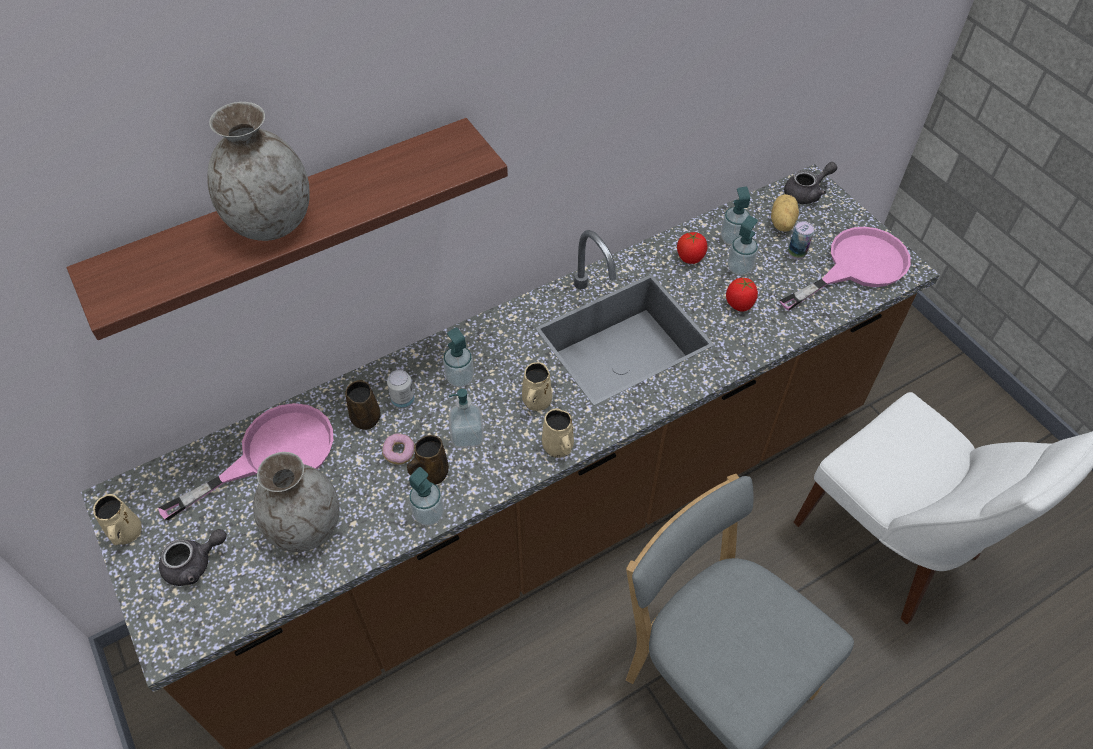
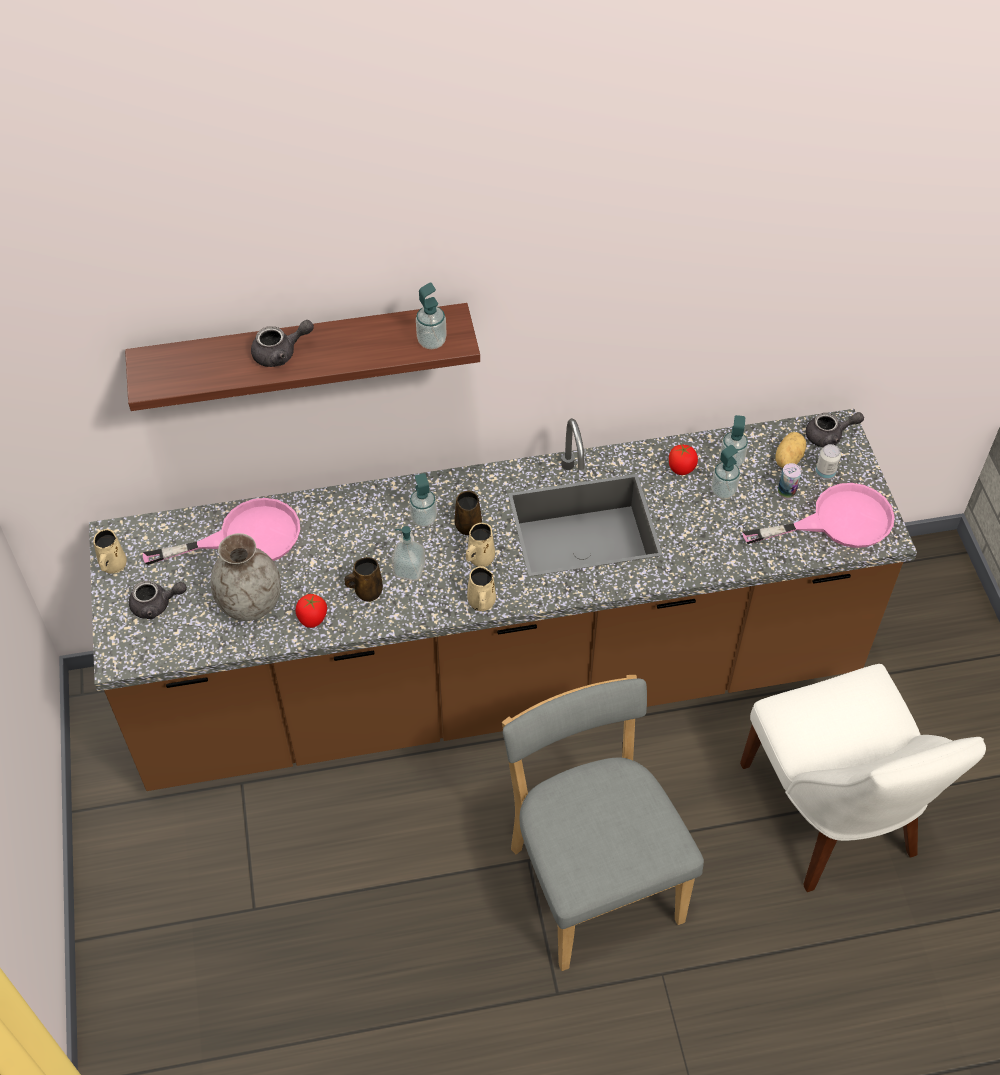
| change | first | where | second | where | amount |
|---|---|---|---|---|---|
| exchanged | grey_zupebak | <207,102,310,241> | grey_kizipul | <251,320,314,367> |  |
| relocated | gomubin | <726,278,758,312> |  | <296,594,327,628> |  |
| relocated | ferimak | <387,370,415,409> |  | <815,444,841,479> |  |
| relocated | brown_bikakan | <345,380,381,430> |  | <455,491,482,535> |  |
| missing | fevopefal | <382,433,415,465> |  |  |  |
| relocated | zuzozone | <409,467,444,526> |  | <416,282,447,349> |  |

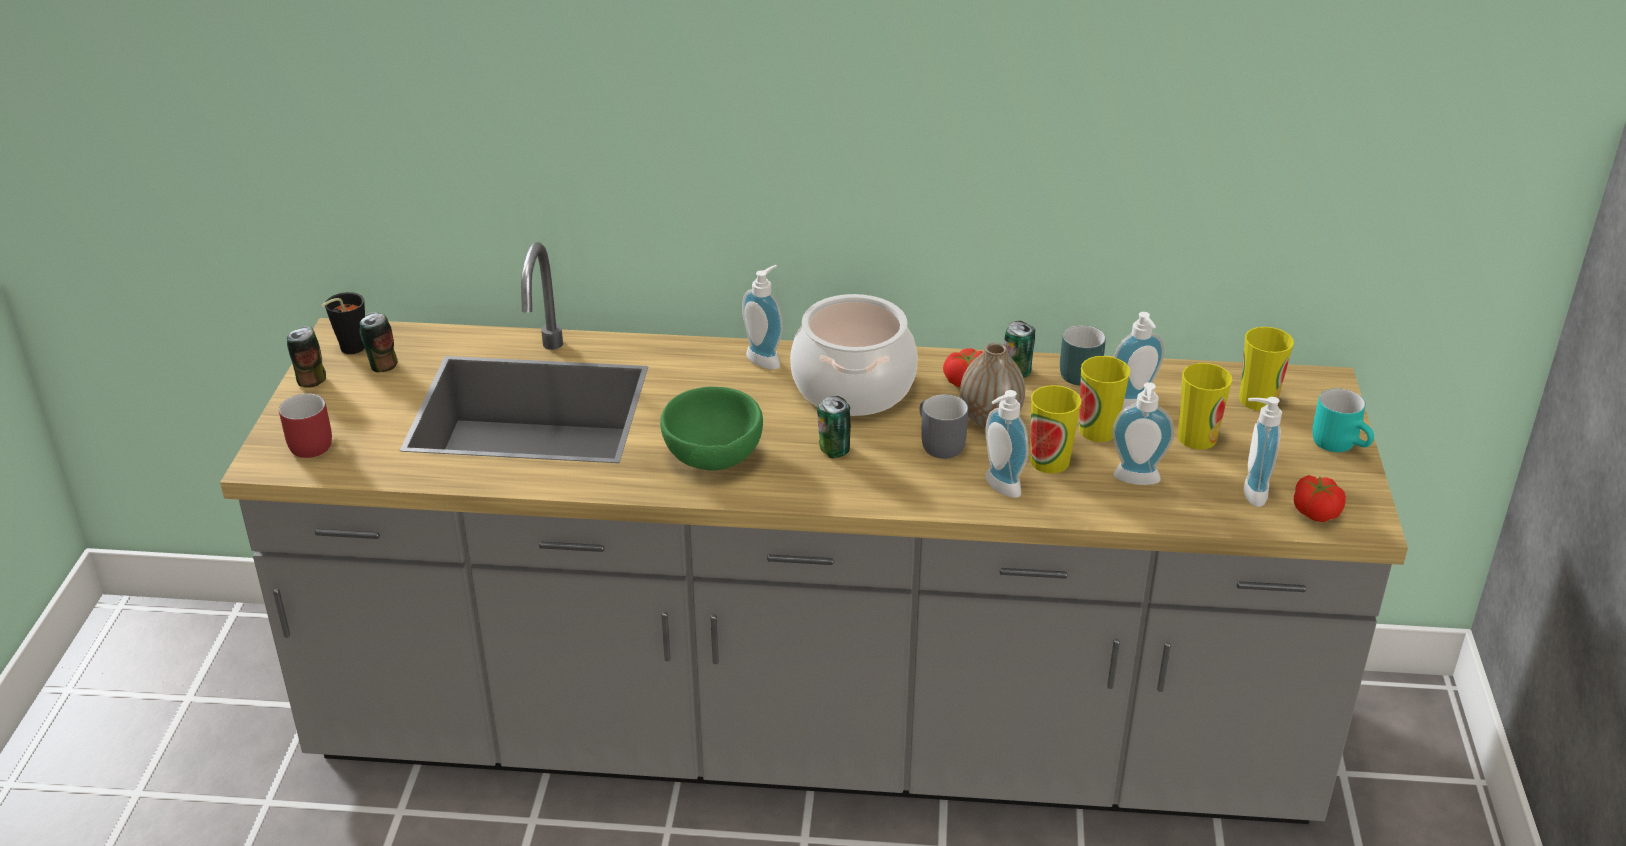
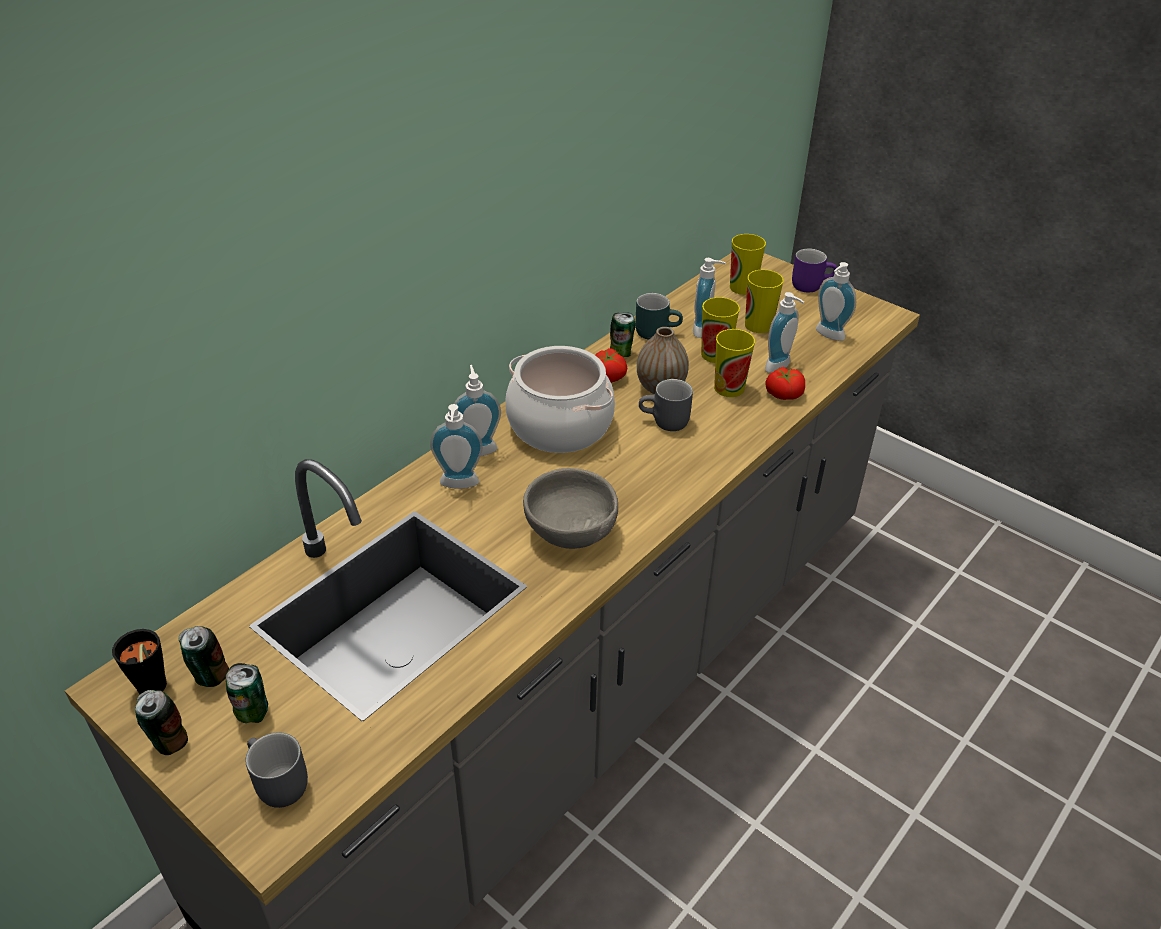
| change | first | where | second | where | amount |
|---|---|---|---|---|---|
| colour | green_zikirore | <660,386,763,471> | grey_zikirore | <523,468,618,549> |  |
| colour | turquoise_bikakan | <1312,388,1374,452> | purple_bikakan | <792,249,837,292> |  |
| relocated | zuzozone | <985,390,1029,498> |  | <430,404,483,489> |  |
| colour | red_bikakan | <279,393,332,458> | grey_bikakan | <245,732,308,808> |  |
| relocated | ferimak | <817,396,851,458> |  | <225,663,268,723> |  |
| relocated | gomubin | <1294,475,1346,522> |  | <766,367,805,400> |  |

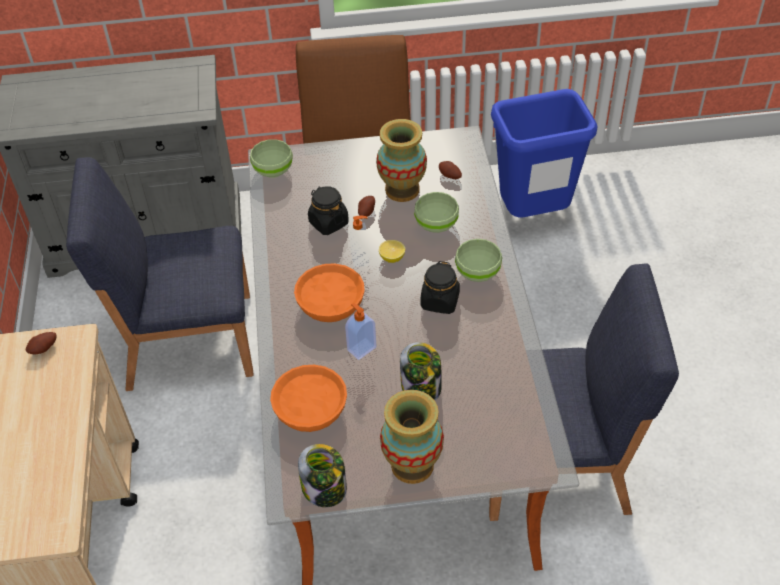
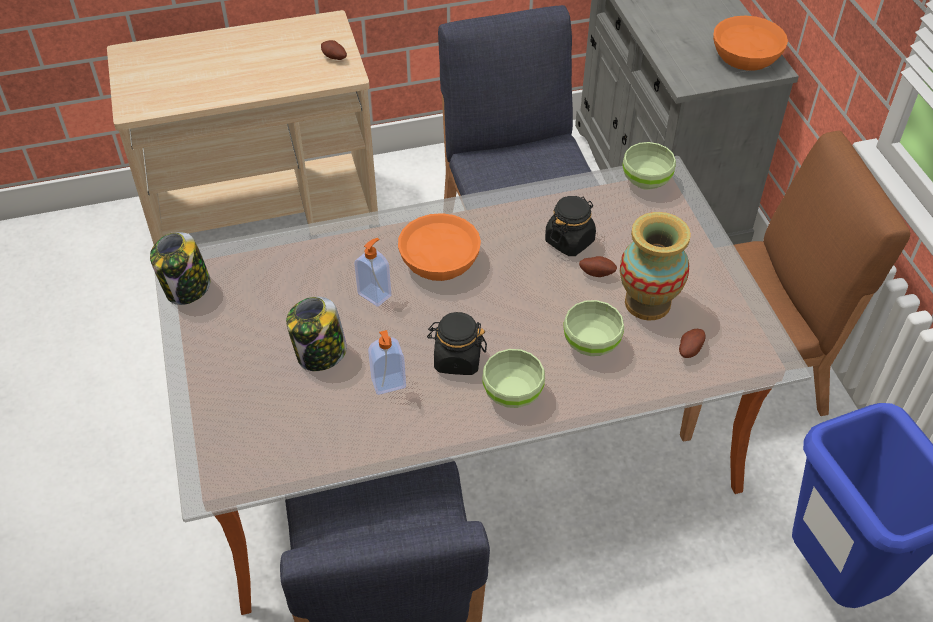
| change | first | where | second | where | amount |
|---|---|---|---|---|---|
| relocated | zuzozone | <349,216,370,268> |  | <368,330,406,395> |  |
| missing | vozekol | <379,240,405,263> |  |  |  |
| relocated | orange_zikirore | <270,365,347,432> |  | <713,16,788,71> |  |
| missing | zupebak | <380,390,444,484> |  |  |  |

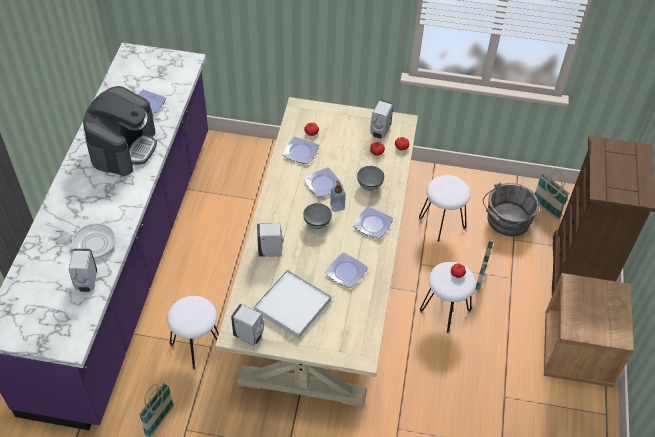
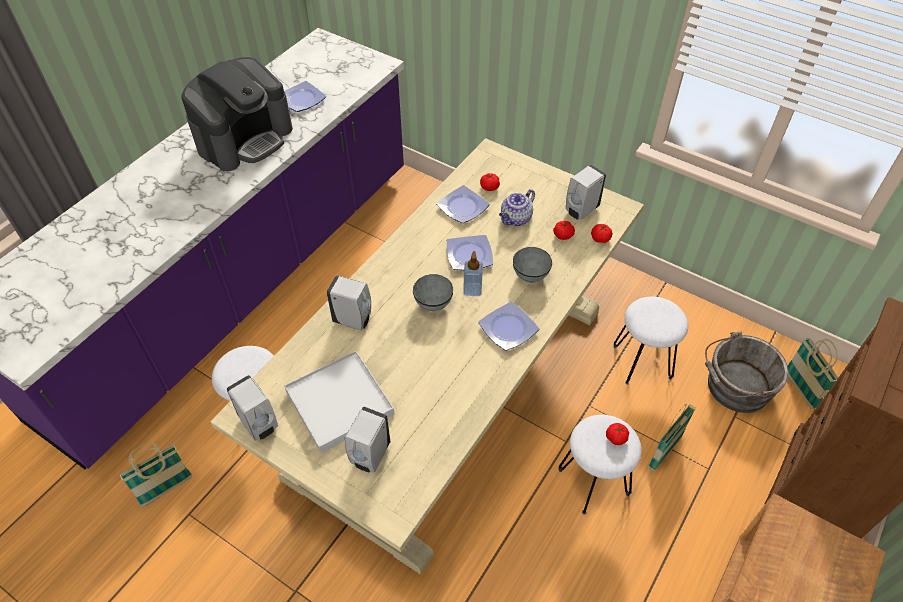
| change | first | where | second | where | amount |
|---|---|---|---|---|---|
| missing | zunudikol | <45,221,116,259> |  |  |  |
| relocated | white_zuzozone | <69,249,97,292> |  | <345,407,390,473> |  |
| missing | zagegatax | <325,252,368,288> |  |  |  |
| appeared |  |  | kizipul | <499,189,535,226> |  |

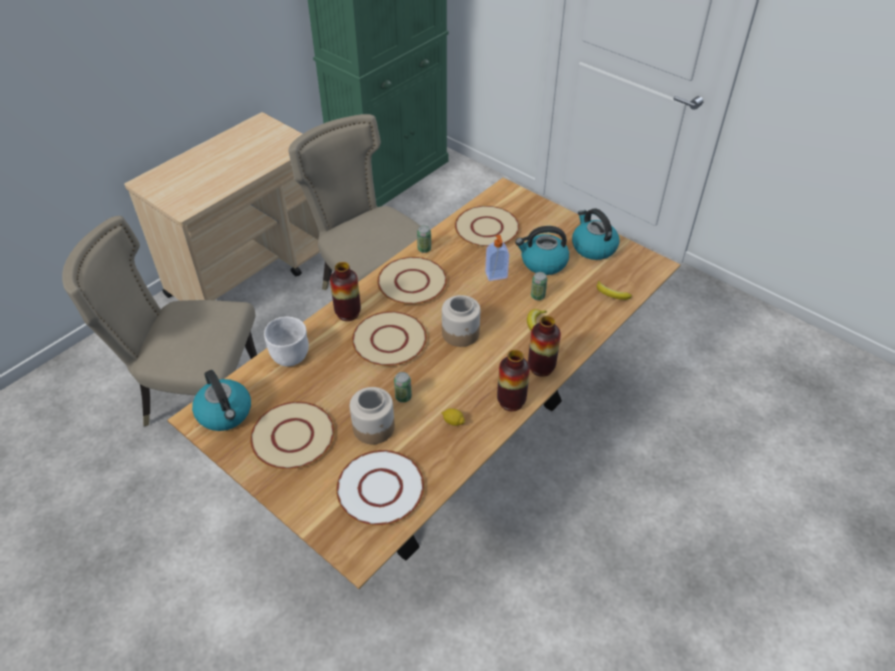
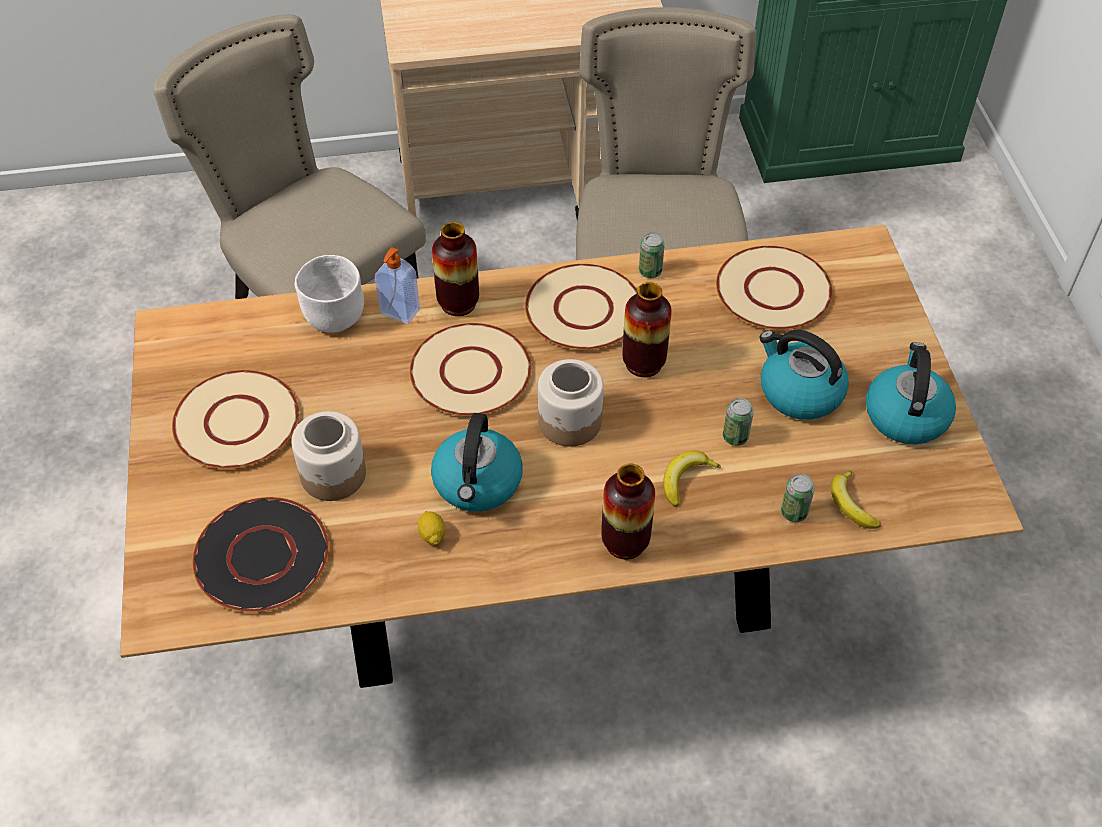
| change | first | where | second | where | amount |
|---|---|---|---|---|---|
| relocated | zuzozone | <485,235,509,281> |  | <375,247,420,324> |  |
| relocated | zupebak | <497,350,530,411> |  | <622,282,672,377> |  |
| relocated | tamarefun | <192,370,251,431> |  | <431,413,523,512> |  |
| relocated | ferimak | <394,372,412,403> |  | <781,473,815,522> |  |
| colour | white_zagegatax | <336,450,424,526> | black_zagegatax | <192,497,329,613> |  |

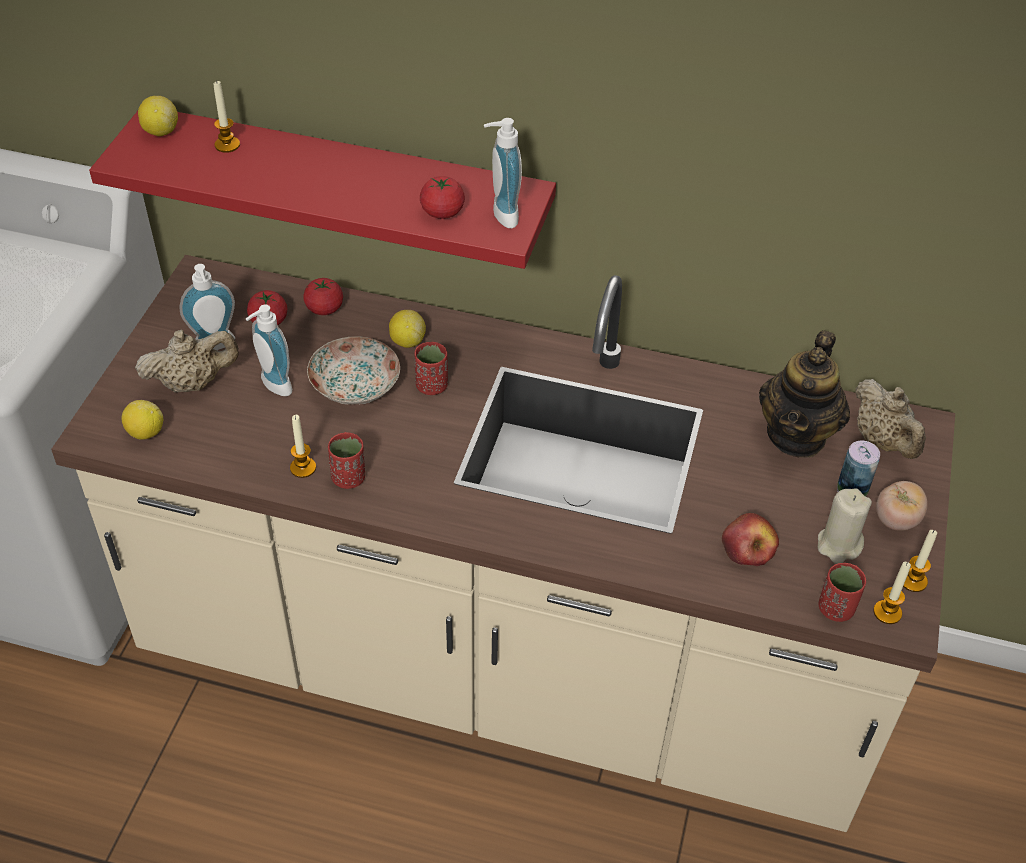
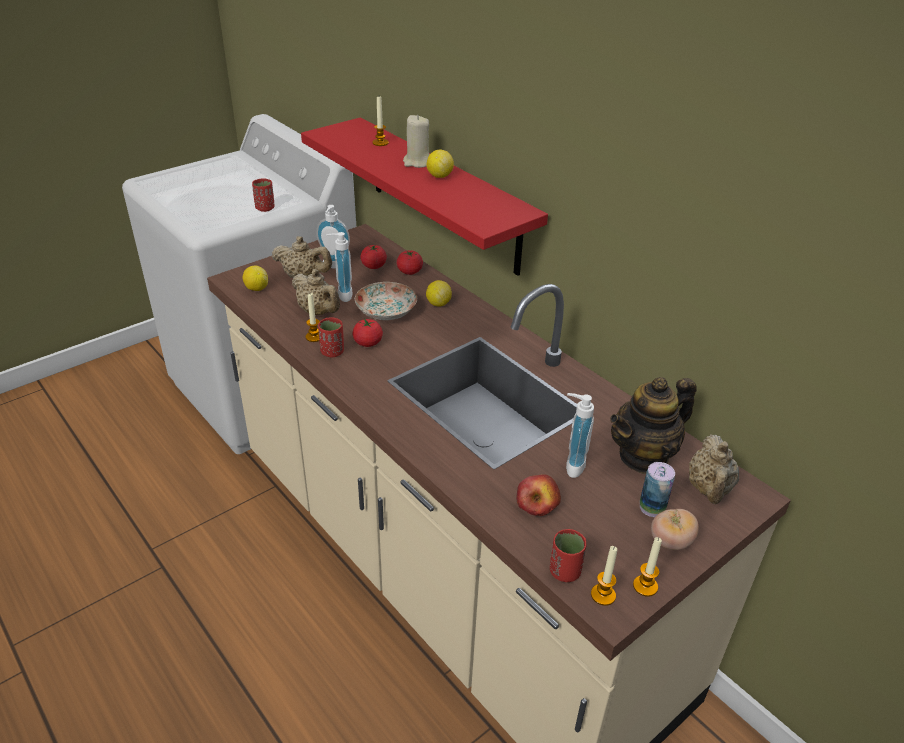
| change | first | where | second | where | amount |
|---|---|---|---|---|---|
| relocated | vozekol | <138,96,178,136> |  | <427,149,454,178> |  |
| relocated | zuzozone | <484,118,522,228> |  | <566,393,594,478> |  |
| relocated | gomubin | <420,176,465,219> |  | <353,318,383,347> |  |
| relocated | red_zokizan | <414,342,448,395> |  | <252,179,275,212> |  |
| relocated | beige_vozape | <818,488,872,564> |  | <403,115,430,168> |  |
| appeared |  |  | beige_kizipul | <292,269,340,315> |  |

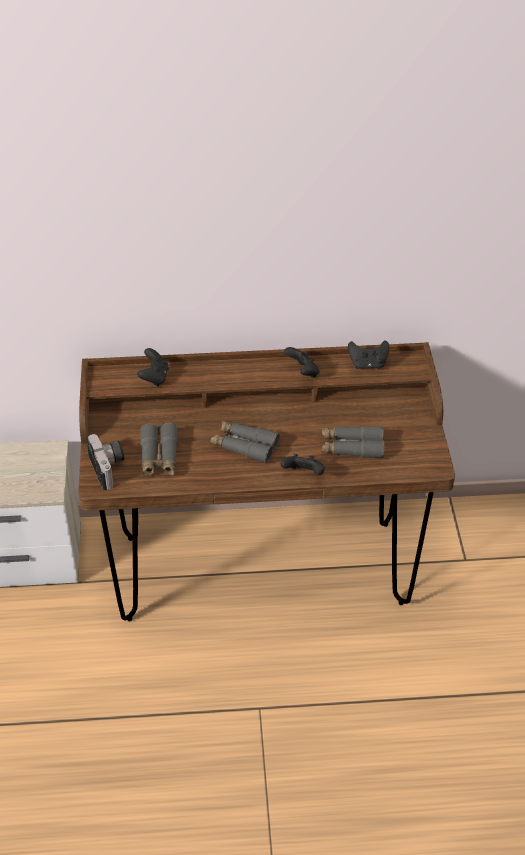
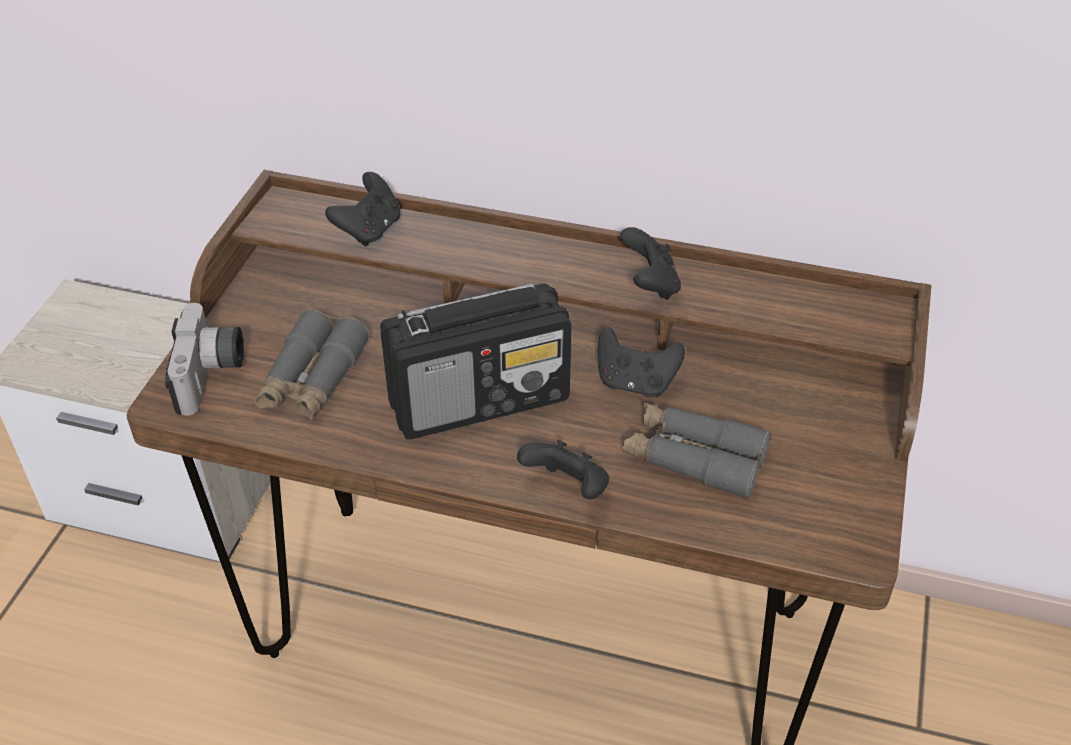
| change | first | where | second | where | amount |
|---|---|---|---|---|---|
| relocated | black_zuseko | <348,340,389,369> |  | <598,327,685,397> |  |
| exchanged | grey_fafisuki | <210,421,280,463> | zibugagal | <380,284,572,440> |  |

